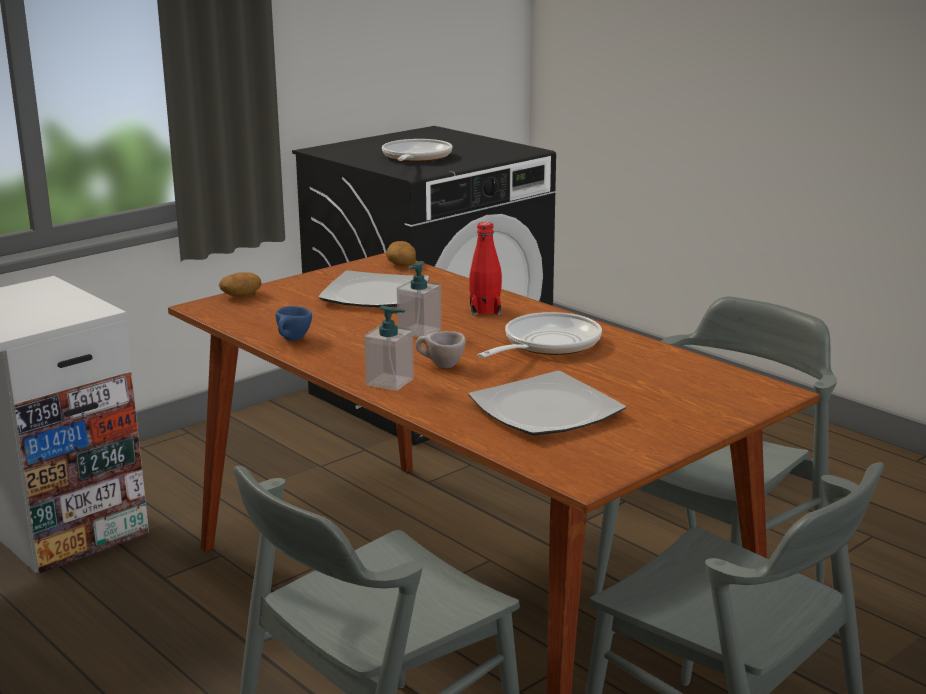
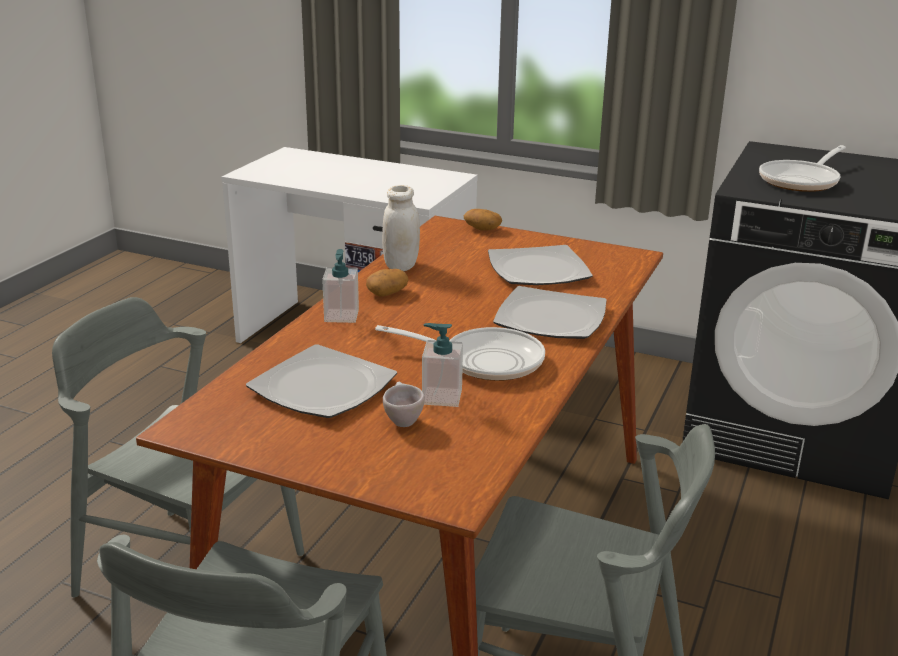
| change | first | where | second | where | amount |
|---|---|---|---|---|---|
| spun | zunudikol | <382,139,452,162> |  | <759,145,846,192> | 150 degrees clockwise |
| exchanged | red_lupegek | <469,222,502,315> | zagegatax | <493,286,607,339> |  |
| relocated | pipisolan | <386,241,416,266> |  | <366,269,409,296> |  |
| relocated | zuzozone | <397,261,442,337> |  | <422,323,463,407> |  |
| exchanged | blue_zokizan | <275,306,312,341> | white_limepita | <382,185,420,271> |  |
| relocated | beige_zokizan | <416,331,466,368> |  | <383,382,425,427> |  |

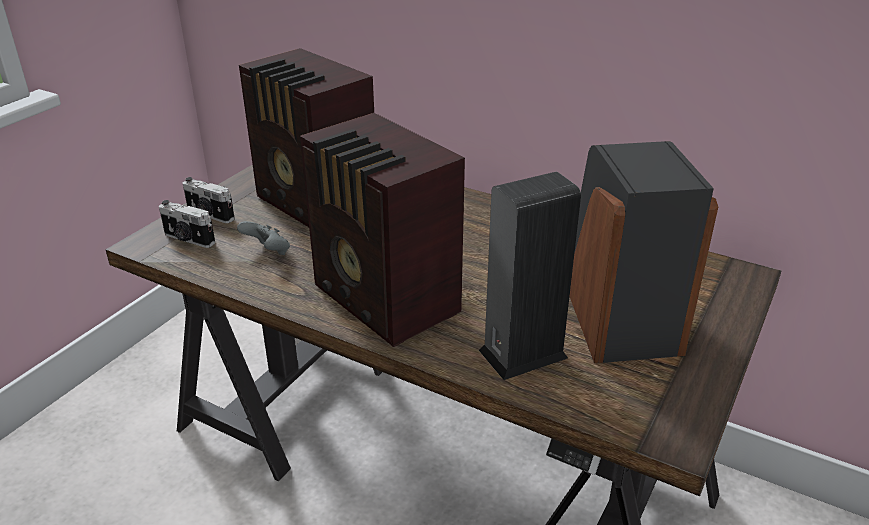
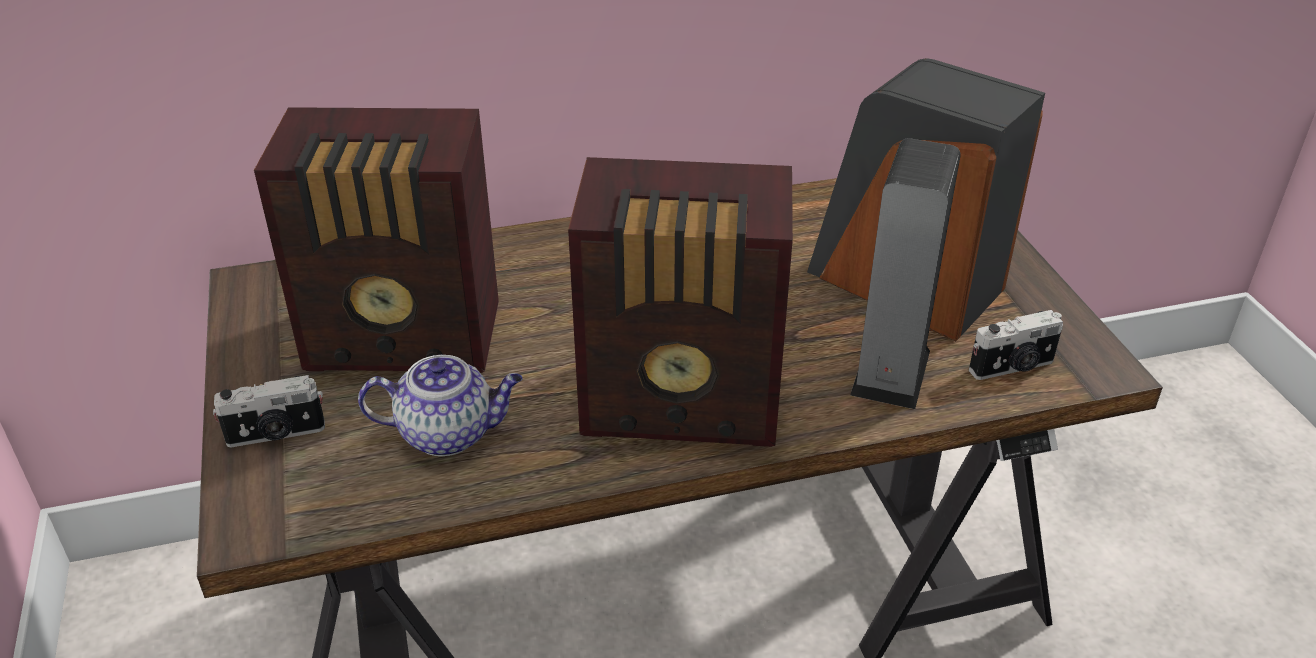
| change | first | where | second | where | amount |
|---|---|---|---|---|---|
| relocated | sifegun | <159,200,215,248> |  | <969,310,1063,380> |  |
| exchanged | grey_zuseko | <237,221,290,255> | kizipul | <358,355,523,456> |  |

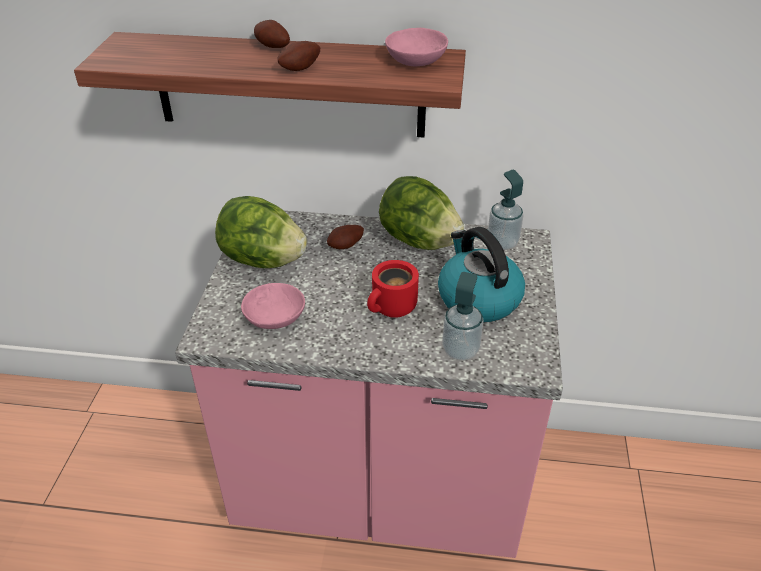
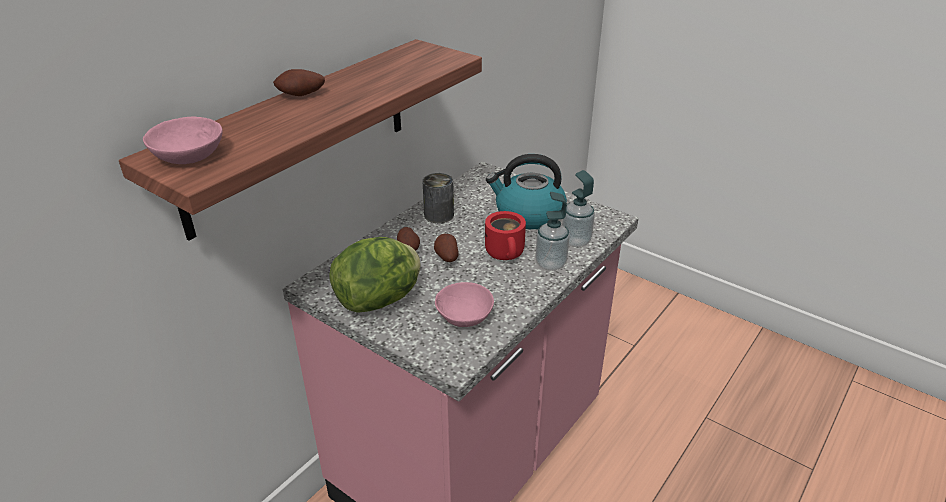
| change | first | where | second | where | amount |
|---|---|---|---|---|---|
| relocated | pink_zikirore | <385,28,448,66> |  | <143,117,223,164> |  |
| relocated | pipisolan | <277,41,320,71> |  | <434,234,459,262> |  |
| relocated | zuzozone | <488,170,523,250> |  | <535,192,569,271> |  |
| exchanged | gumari | <379,176,464,250> | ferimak | <423,173,454,223> |  |

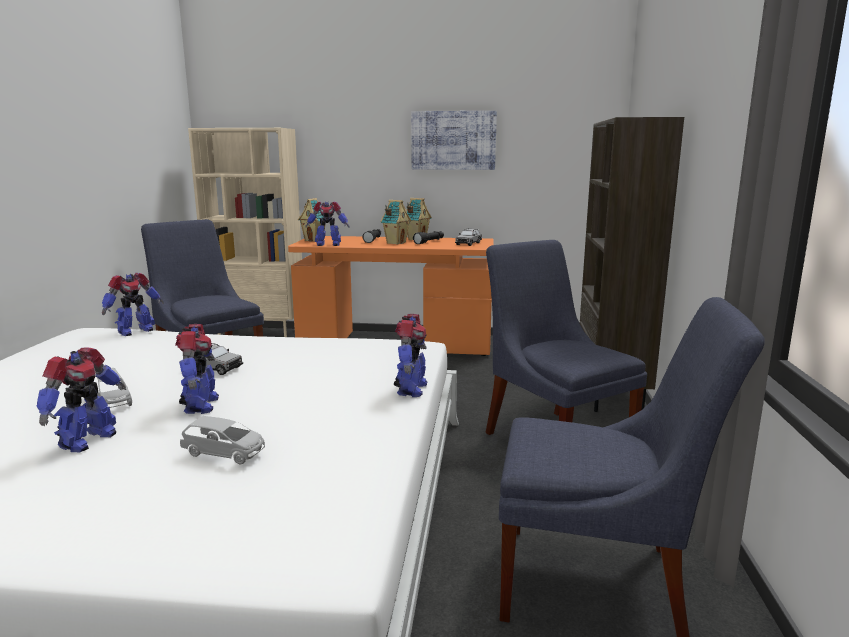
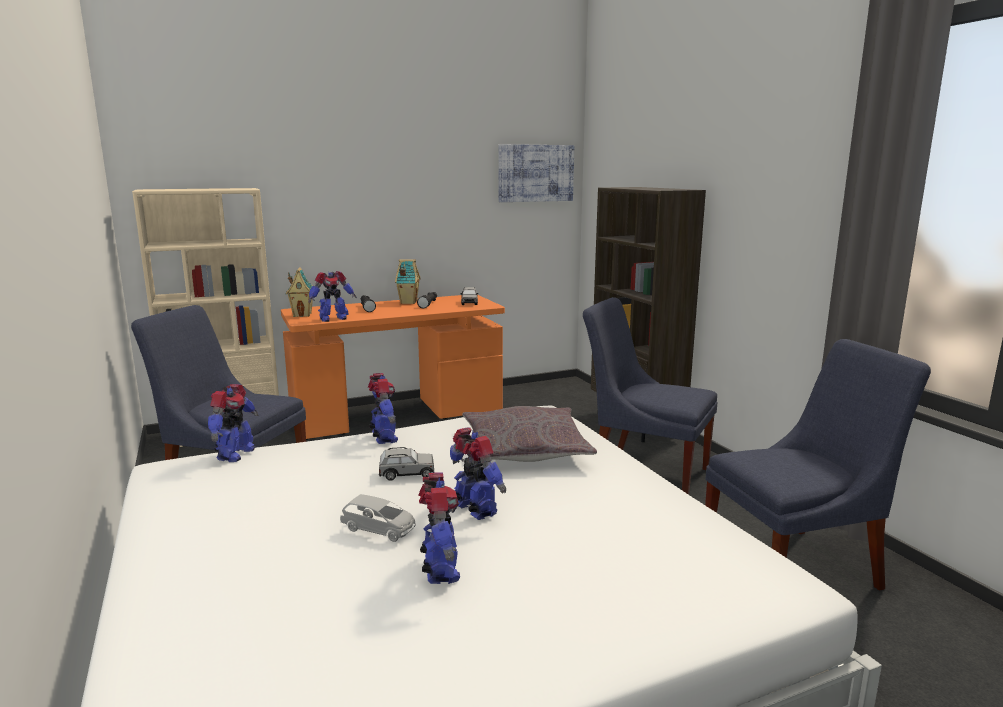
| change | first | where | second | where | amount |
|---|---|---|---|---|---|
| relocated | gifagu | <411,111,497,170> |  | <499,144,574,202> |  |
| missing | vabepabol | <381,200,411,245> |  |  |  |
| relocated | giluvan | <394,314,428,397> |  | <368,373,398,444> |  |
| missing | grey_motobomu | <180,416,265,464> |  |  |  |
| appeared |  |  | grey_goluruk | <463,406,597,462> |  |

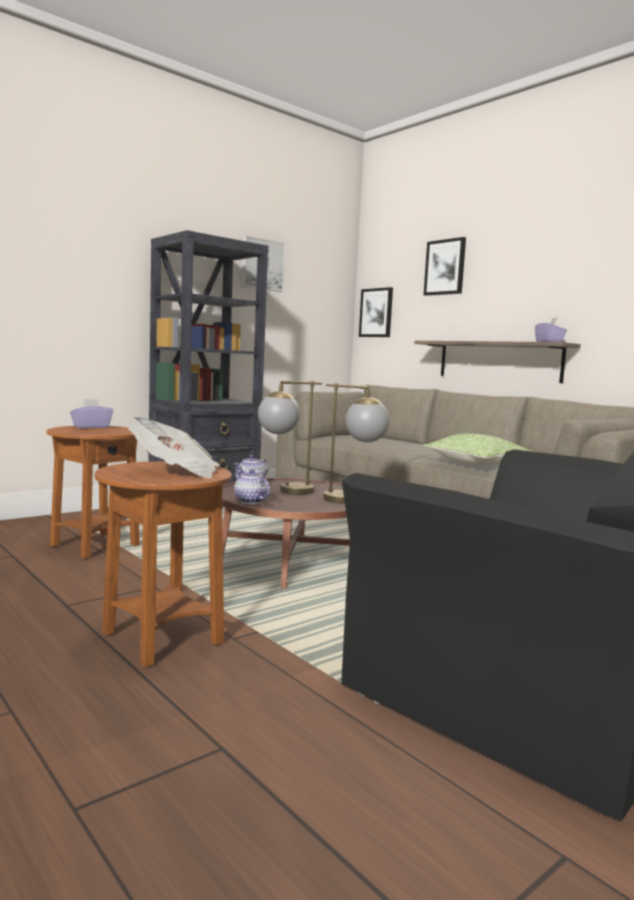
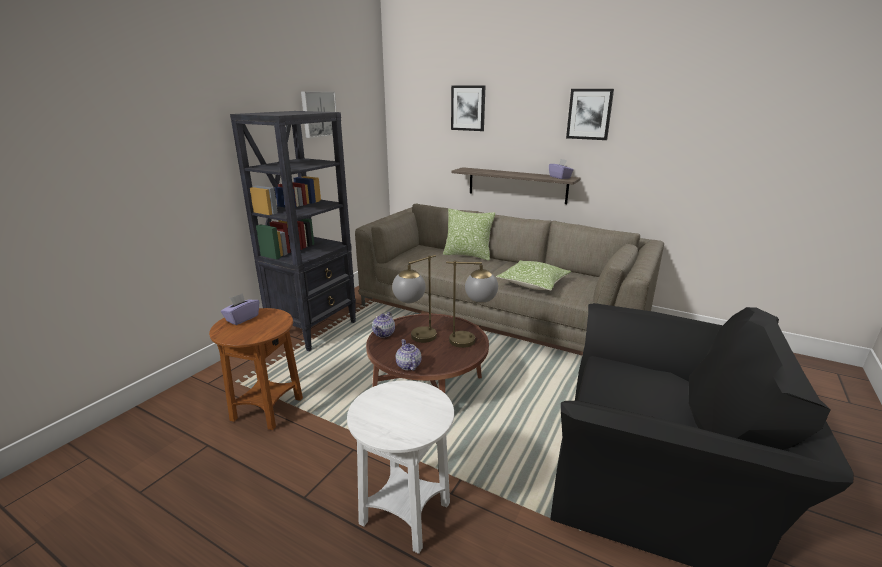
| change | first | where | second | where | amount |
|---|---|---|---|---|---|
| relocated | gifagu | <359,287,393,337> |  | <566,89,614,140> |  |
| missing | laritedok | <128,416,219,479> |  |  |  |
| colour | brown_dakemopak | <95,461,232,667> | white_dakemopak | <347,380,454,554> |  |
| spun | kizipul | <234,469,270,504> |  | <396,339,422,371> | 45 degrees clockwise |
| appeared |  |  | goluruk | <443,209,495,261> |  |

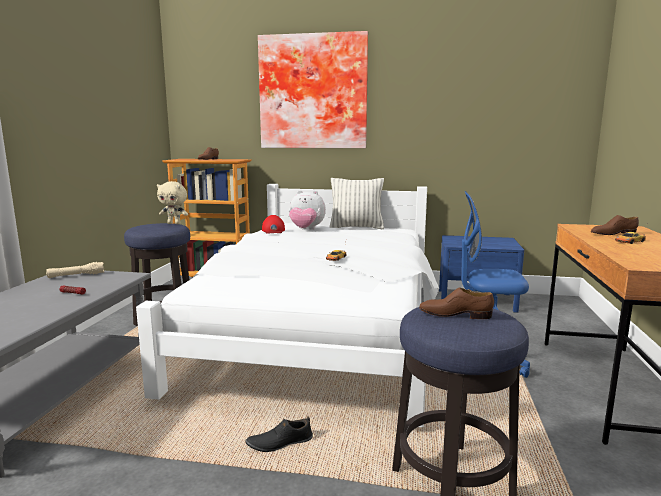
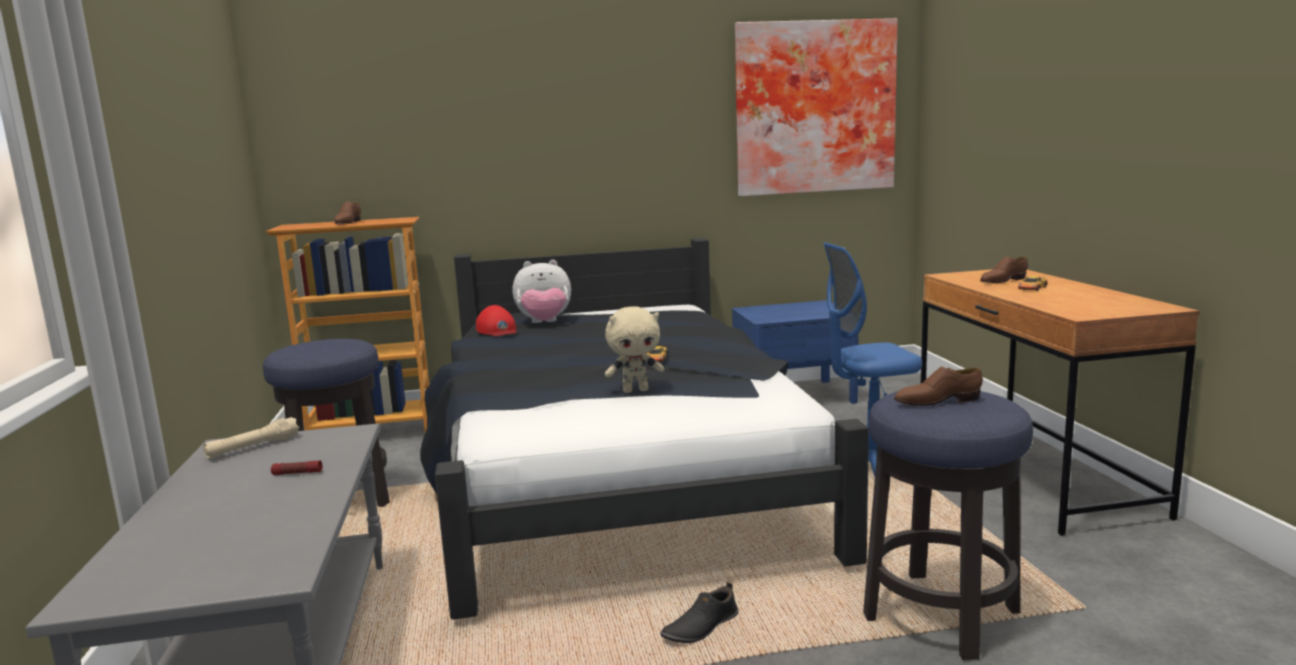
| change | first | where | second | where | amount |
|---|---|---|---|---|---|
| relocated | gifagu | <258,31,368,148> |  | <735,18,898,196> |  |
| missing | goluruk | <330,178,384,229> |  |  |  |
| relocated | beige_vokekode | <157,181,188,224> |  | <605,307,664,393> |  |
| colour | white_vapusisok | <136,184,439,427> | black_vapusisok | <420,238,869,620> |  |

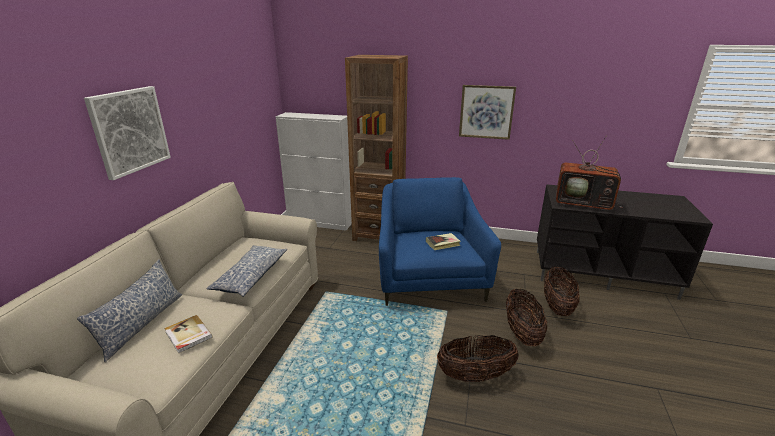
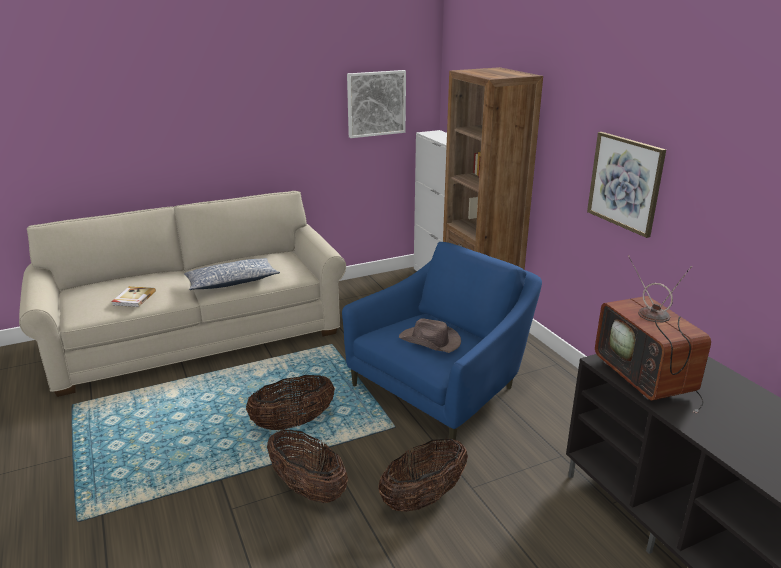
| change | first | where | second | where | amount |
|---|---|---|---|---|---|
| relocated | gifagu | <84,86,171,180> |  | <347,70,406,138> |  |
| exchanged | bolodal | <426,233,461,250> | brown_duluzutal | <399,318,461,353> |  |
| missing | goluruk | <77,259,182,363> |  |  |  |
| relocated | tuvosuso | <544,267,580,316> |  | <246,375,335,430> |  |

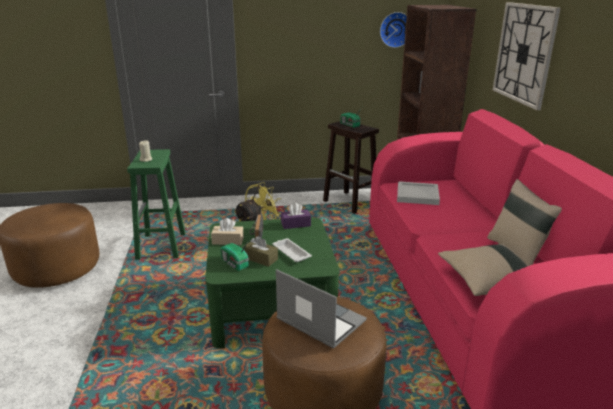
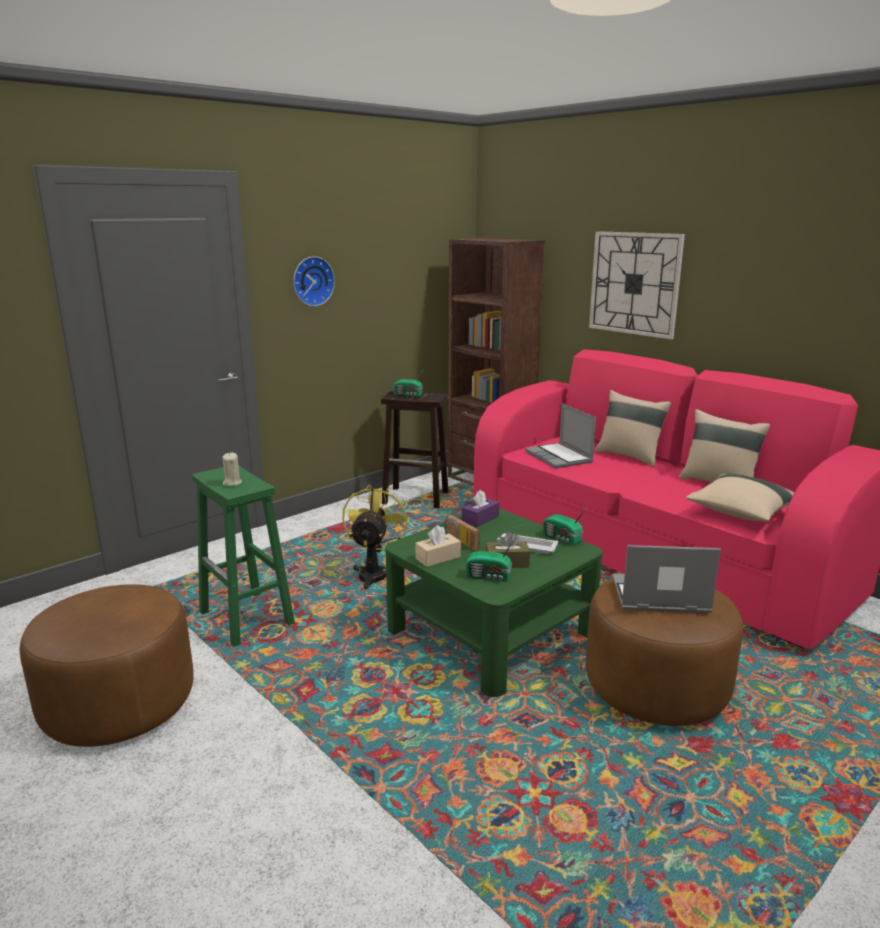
| change | first | where | second | where | amount |
|---|---|---|---|---|---|
| relocated | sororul | <380,12,407,48> |  | <293,256,335,306> |  |
| exchanged | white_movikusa | <397,181,440,205> | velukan | <525,403,596,468> |  |
| appeared |  |  | beige_goluruk | <595,390,671,467> |  |
| appeared |  |  | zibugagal | <543,509,586,545> |  |

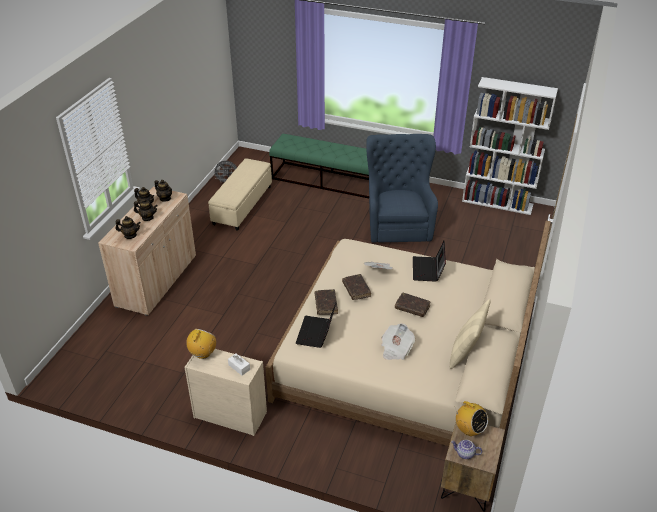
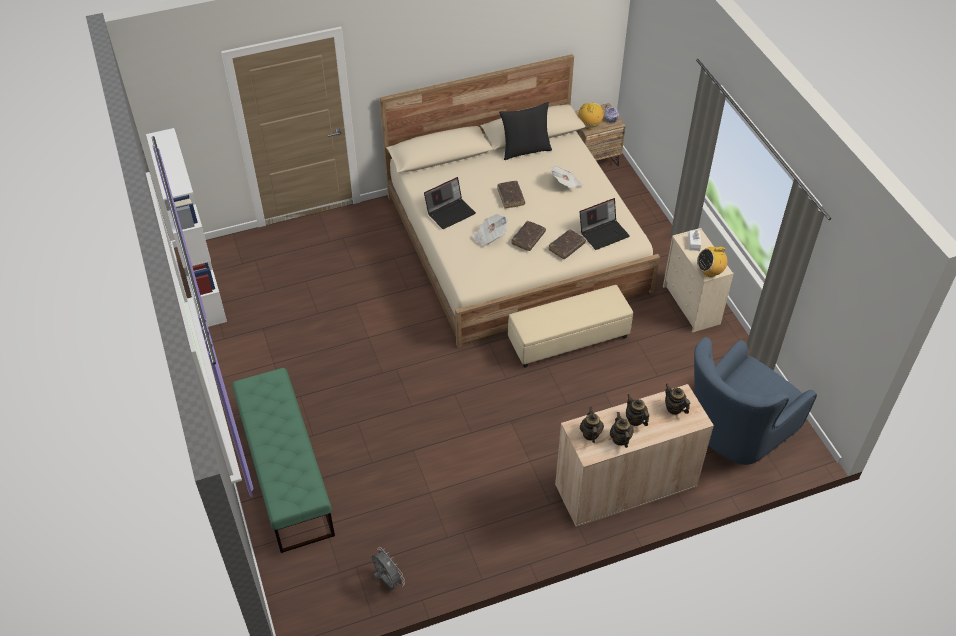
| change | first | where | second | where | amount |
|---|---|---|---|---|---|
| relocated | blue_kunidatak | <366,134,438,243> |  | <694,337,817,465> |  |
| relocated | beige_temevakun | <208,158,272,231> |  | <508,285,633,368> |  |
| colour | beige_goluruk | <450,299,491,369> | black_goluruk | <499,102,552,160> |  |

